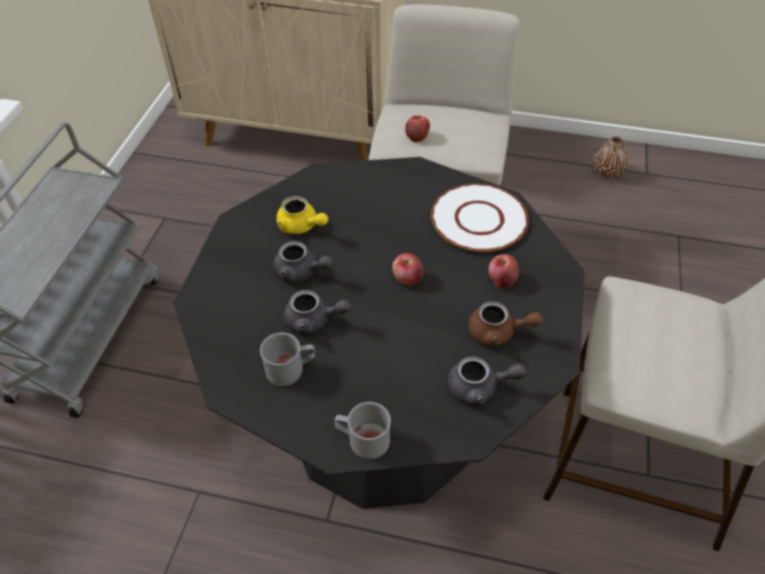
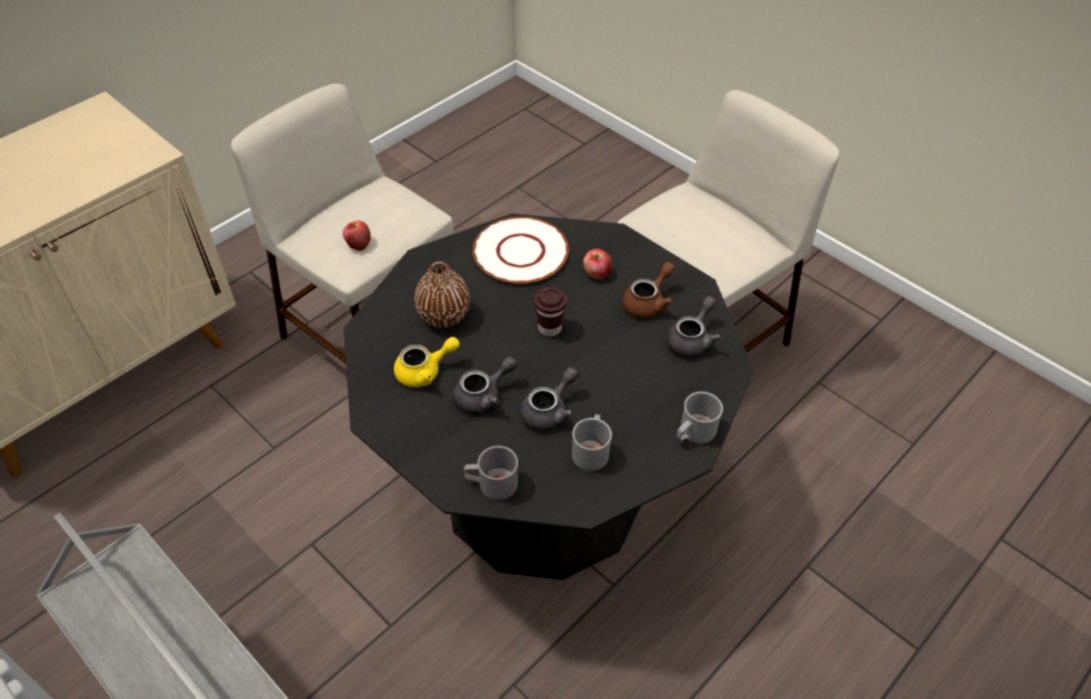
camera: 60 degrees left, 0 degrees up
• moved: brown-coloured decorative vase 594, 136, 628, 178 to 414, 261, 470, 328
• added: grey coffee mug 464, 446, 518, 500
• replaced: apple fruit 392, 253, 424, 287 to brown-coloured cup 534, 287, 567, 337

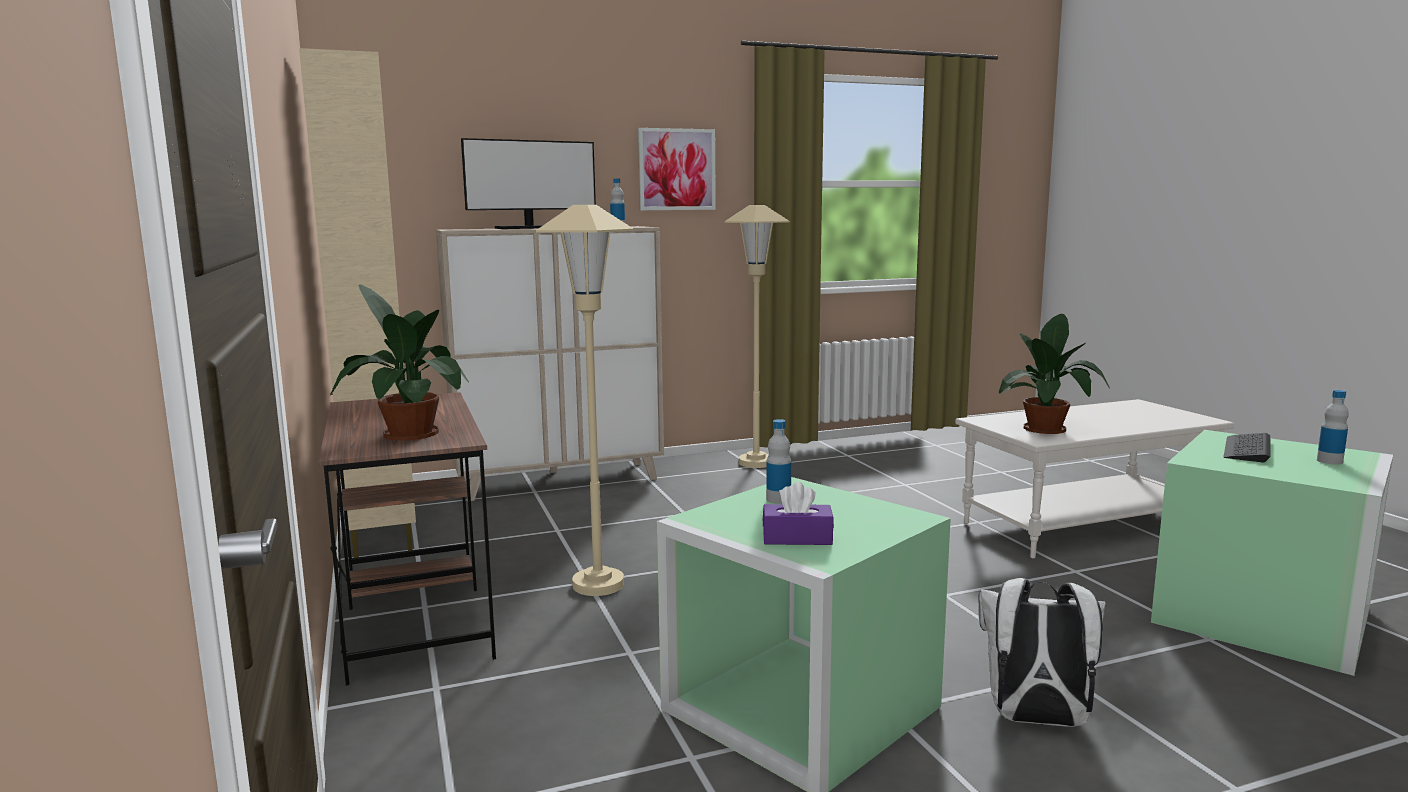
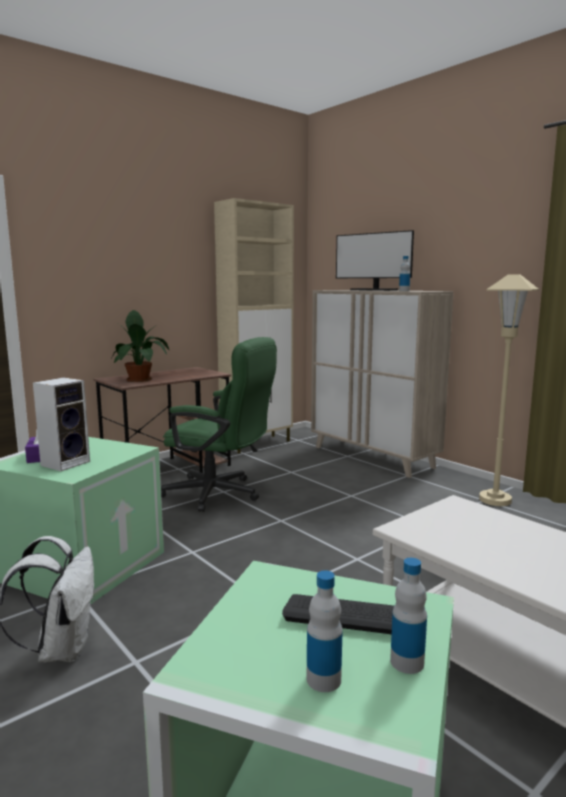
camera: 70 degrees right, 0 degrees up
• added: speaker 33, 377, 90, 471
• replaced: beige-coloured floor lamp 536, 205, 634, 596 to greenish office chair 161, 337, 277, 512
• moved: drink bottle 766, 419, 791, 504 to 390, 558, 427, 674
• removed: wall picture 638, 128, 716, 210
• removed: plant in a pot 999, 314, 1110, 434

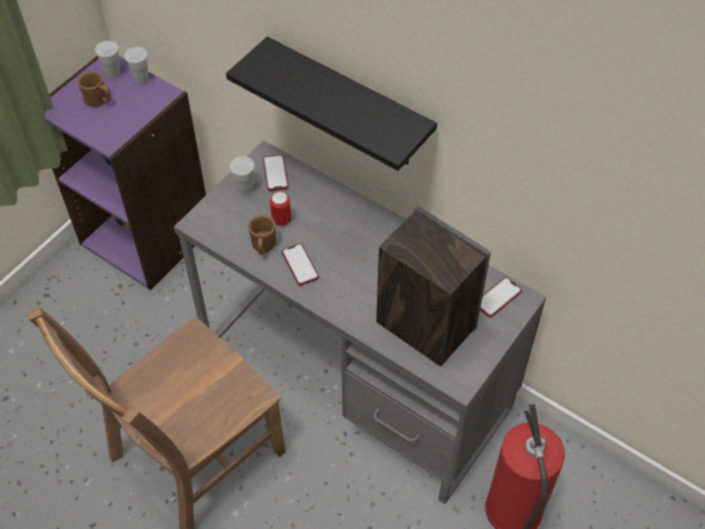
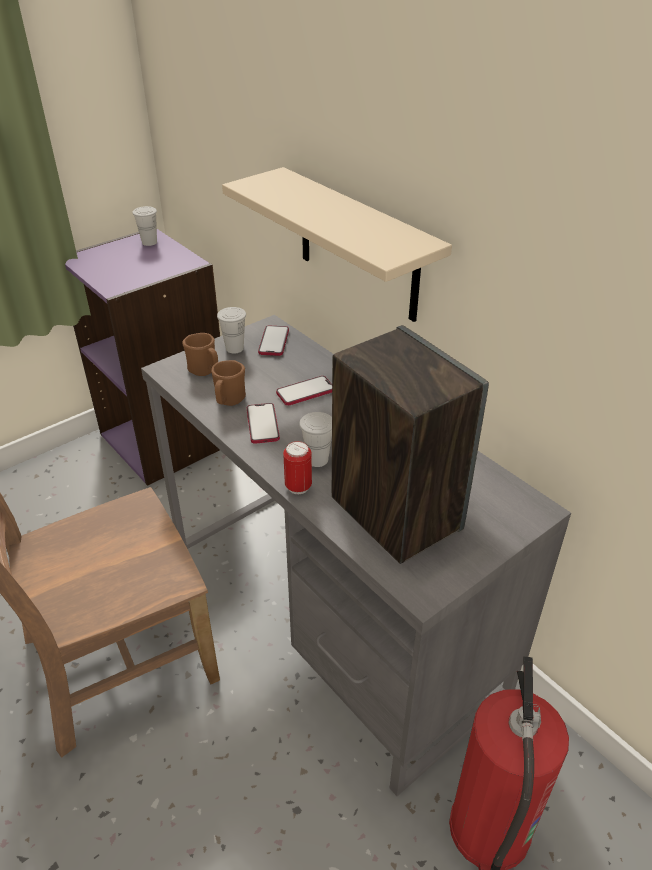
camera: 15 degrees right, 15 degrees down
• moved: brown-coloured coffee mug 77, 72, 111, 107 to 182, 333, 218, 376
• recoloured: black-coloured wall shelf 226, 37, 437, 171 to beige-coloured wall shelf 222, 167, 452, 322
• moved: handset 480, 277, 522, 317 to 276, 376, 332, 406
• moved: can 270, 192, 291, 227 to 283, 441, 312, 494
• moved: white-coloured cup 124, 47, 149, 84 to 299, 412, 332, 467

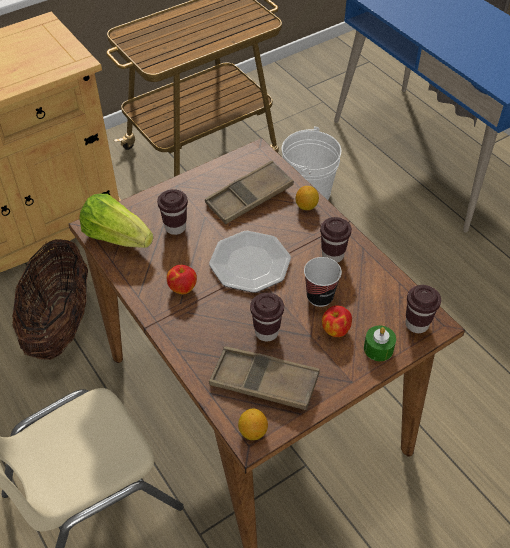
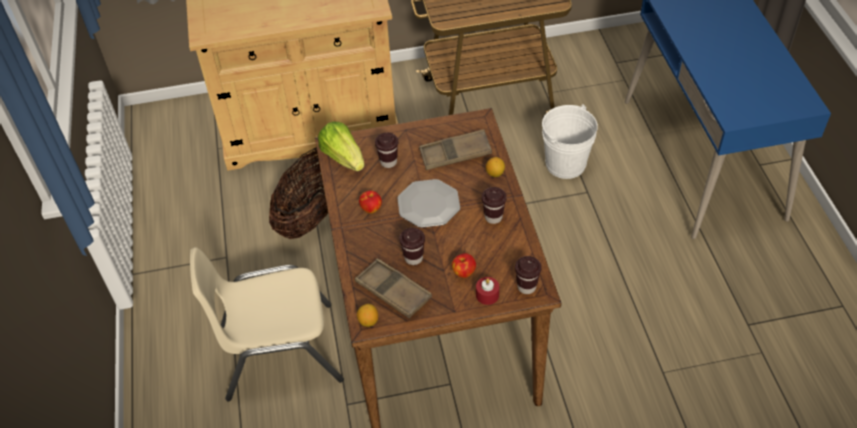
camera: 25 degrees right, 0 degrees up
• recoloured: greenish candle 364, 325, 396, 361 to red candle 476, 277, 499, 305
• removed: cup 304, 257, 342, 307

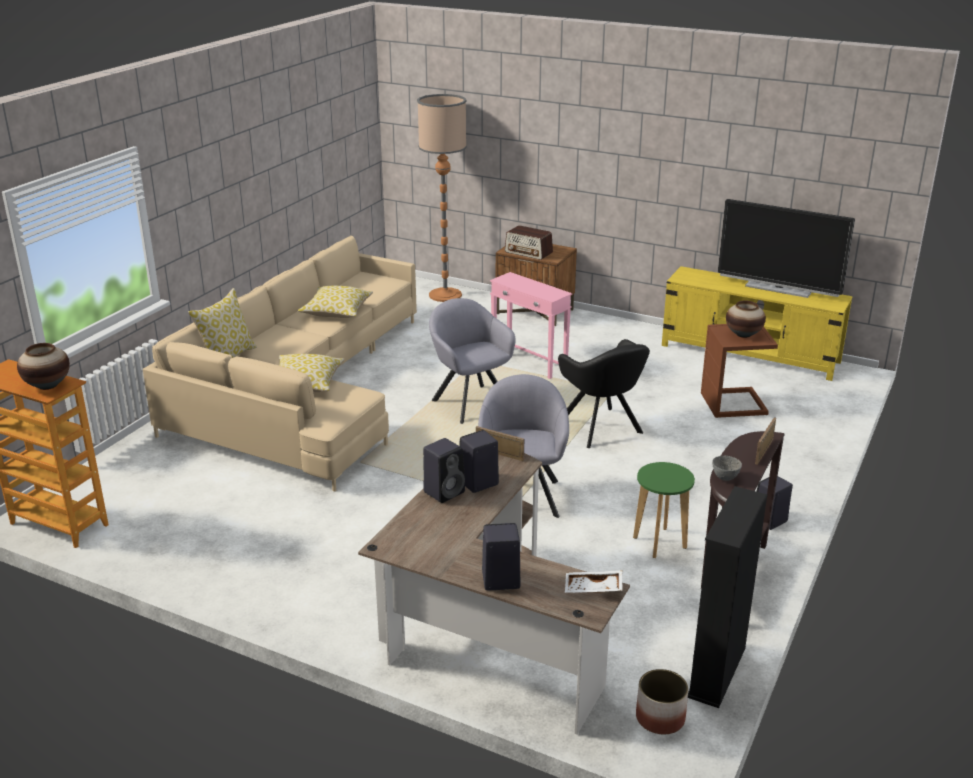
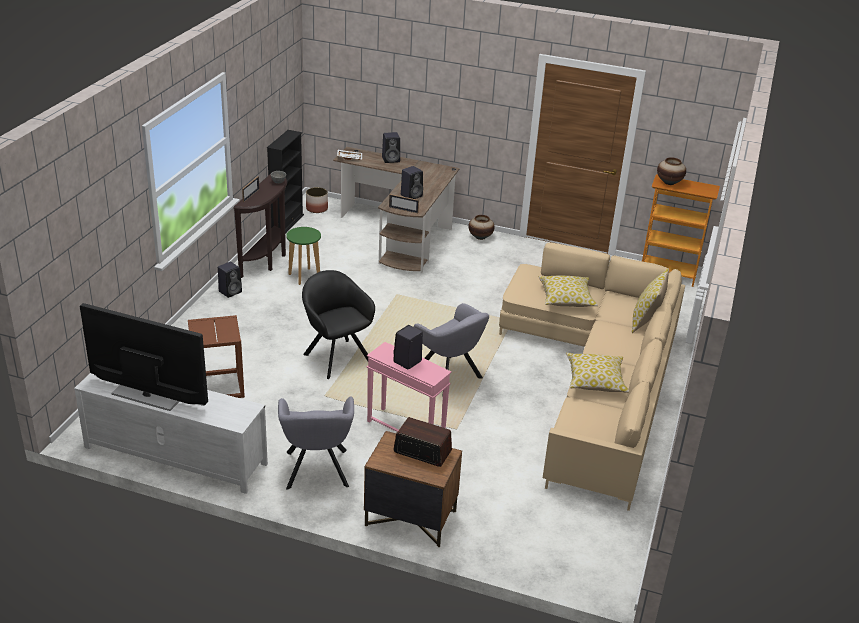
camera: 170 degrees right, 5 degrees up
• recoloured: yellowish tv stand 662, 266, 852, 381 to white-coloured tv stand 74, 373, 268, 494
• moved: grey lounge chair 478, 374, 569, 518 to 278, 396, 354, 490
• moved: black-coloured speaker 423, 438, 465, 503 to 393, 325, 423, 369
• moved: decorative vase 726, 301, 766, 338 to 469, 215, 495, 240
• removed: floor lamp 417, 94, 467, 302

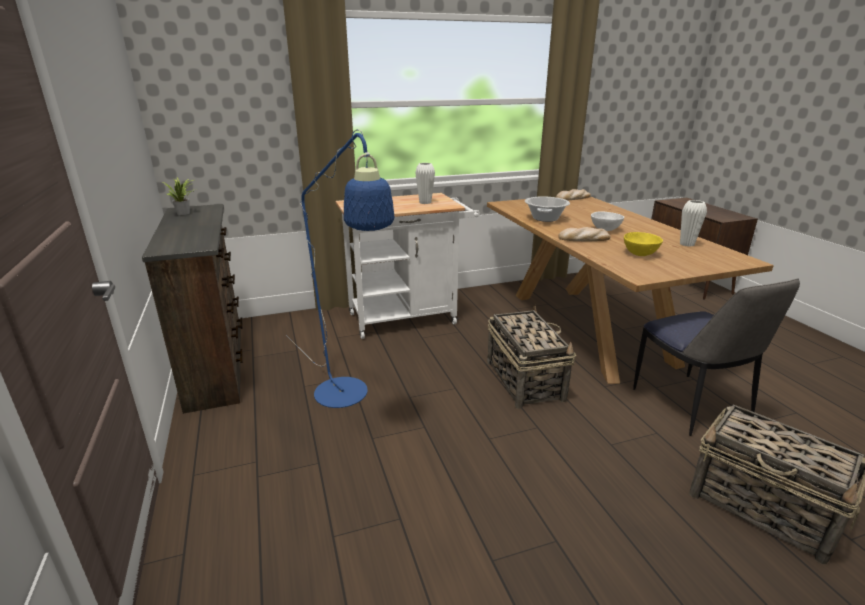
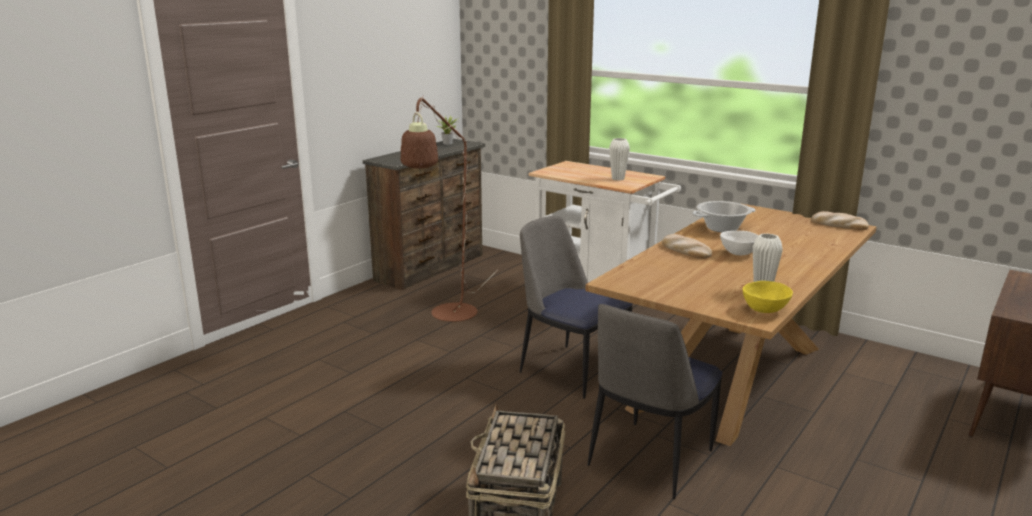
camera: 55 degrees right, 5 degrees down
• recoloured: blue-coloured floor lamp 286, 129, 395, 408 to brown-coloured floor lamp 401, 95, 499, 322
• replaced: household basket 487, 304, 576, 409 to plain chair 520, 216, 633, 399
• moved: yellowish serving bowl 624, 232, 663, 256 to 743, 281, 793, 313

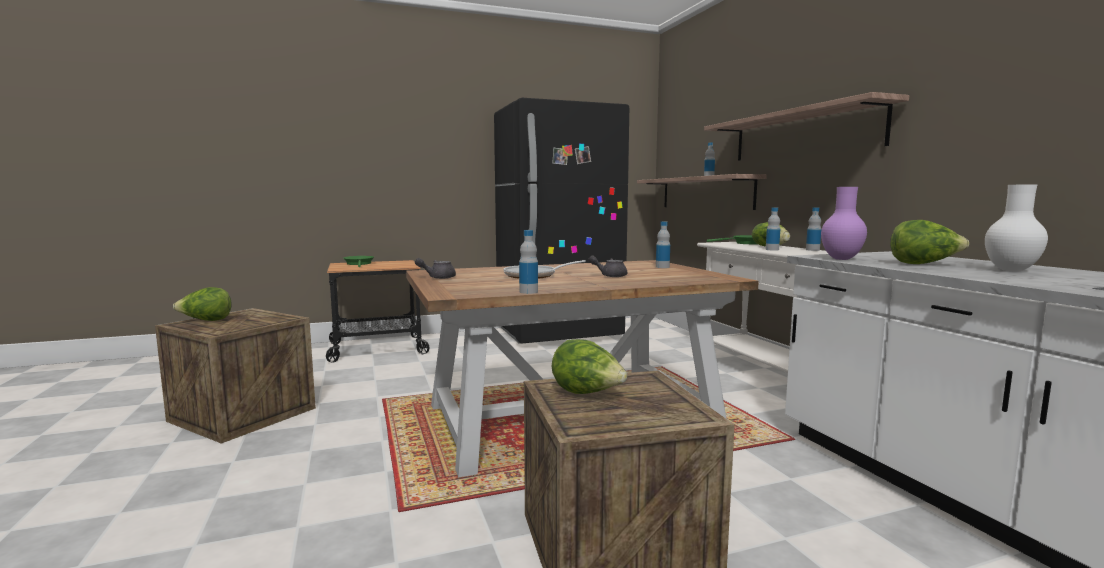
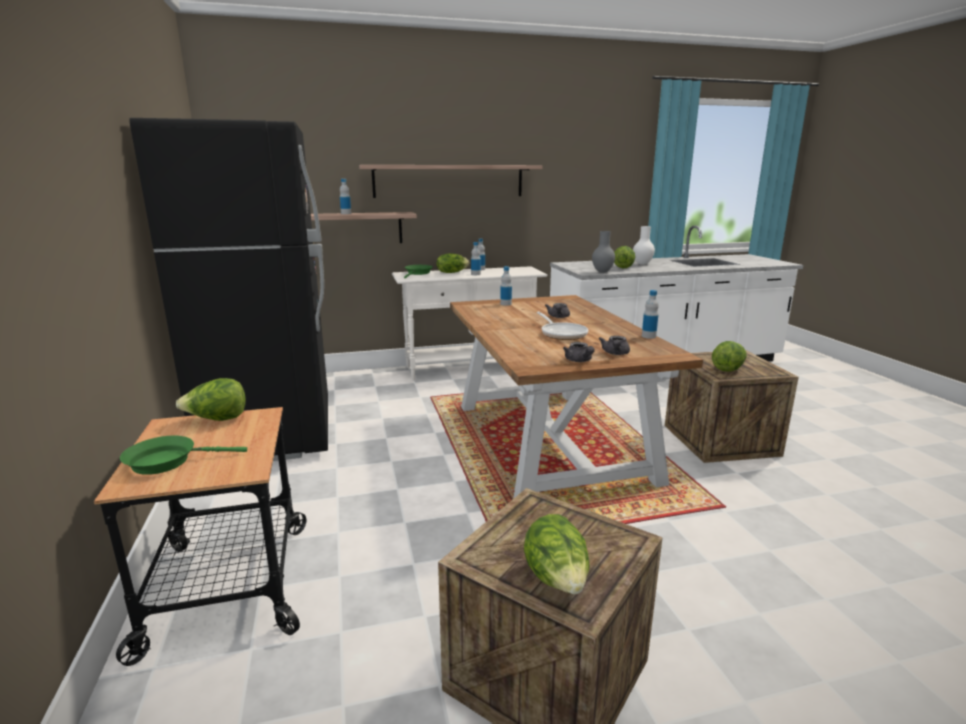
camera: 85 degrees left, 10 degrees up
• added: lettuce head 176, 378, 246, 421
• recoloured: purplish decorative vase 821, 187, 867, 260 to grey decorative vase 592, 231, 615, 273
• added: grey teapot 599, 336, 630, 355

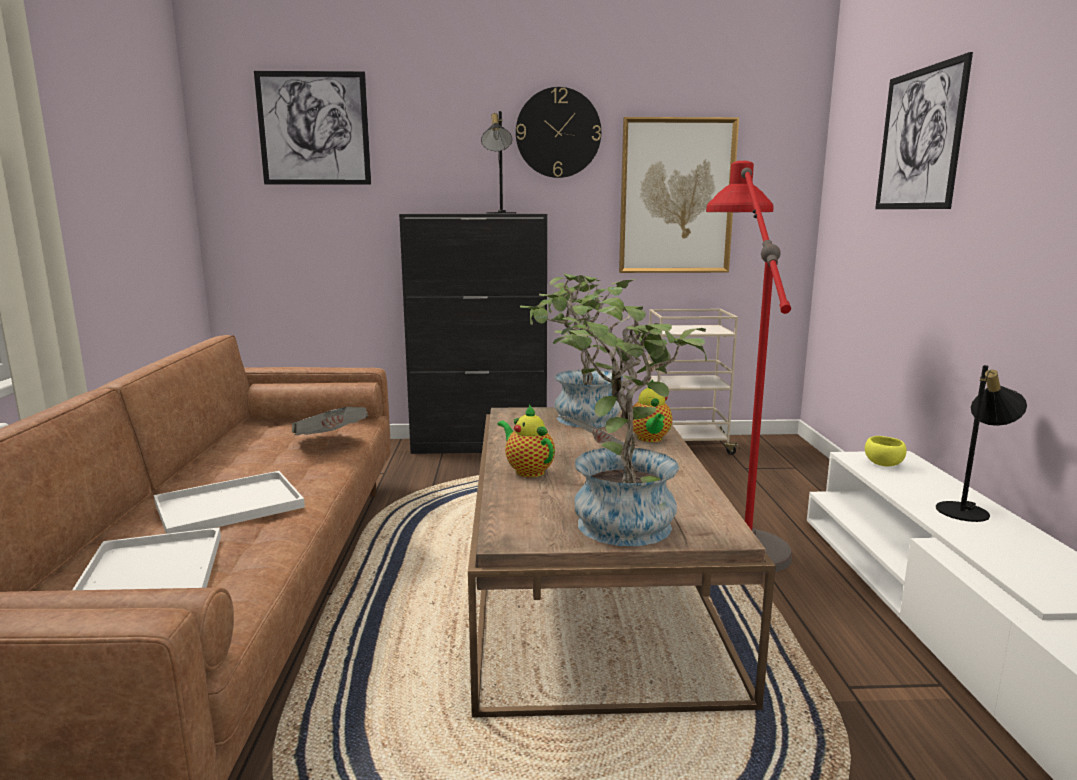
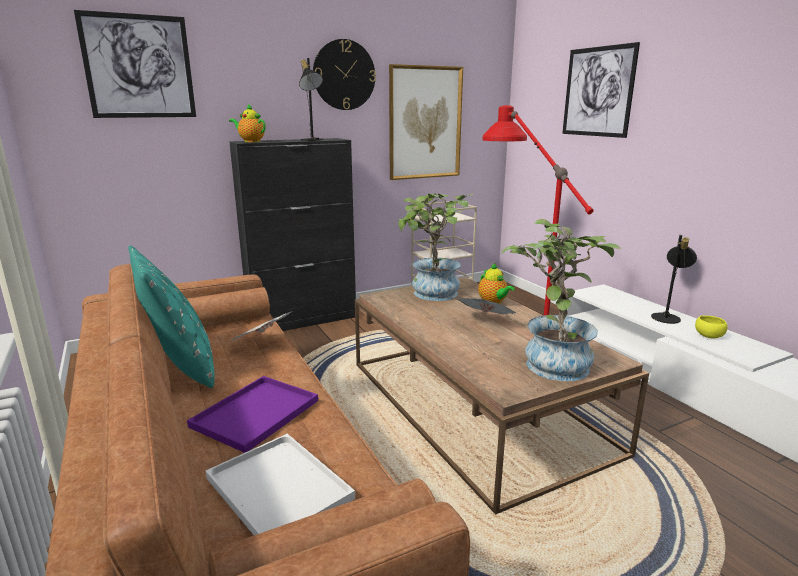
camera: 25 degrees left, 5 degrees up
• added: turquoise pillow 128, 245, 215, 388
• recoloured: white-coloured carrying tray 154, 471, 305, 534 to purplish carrying tray 187, 376, 318, 453
• moved: teapot 497, 404, 555, 477 to 229, 104, 266, 142
• moved: yellowish serving bowl 865, 436, 907, 466 to 695, 315, 727, 338

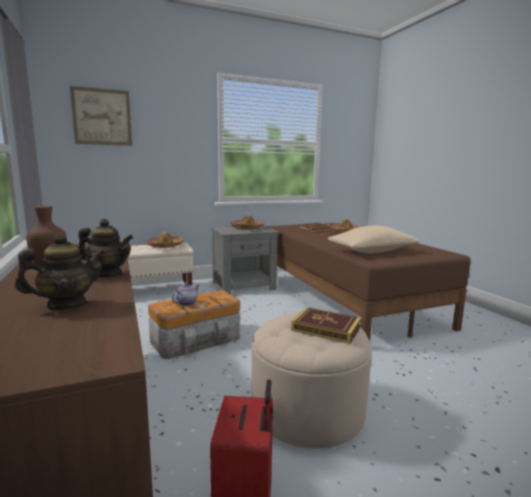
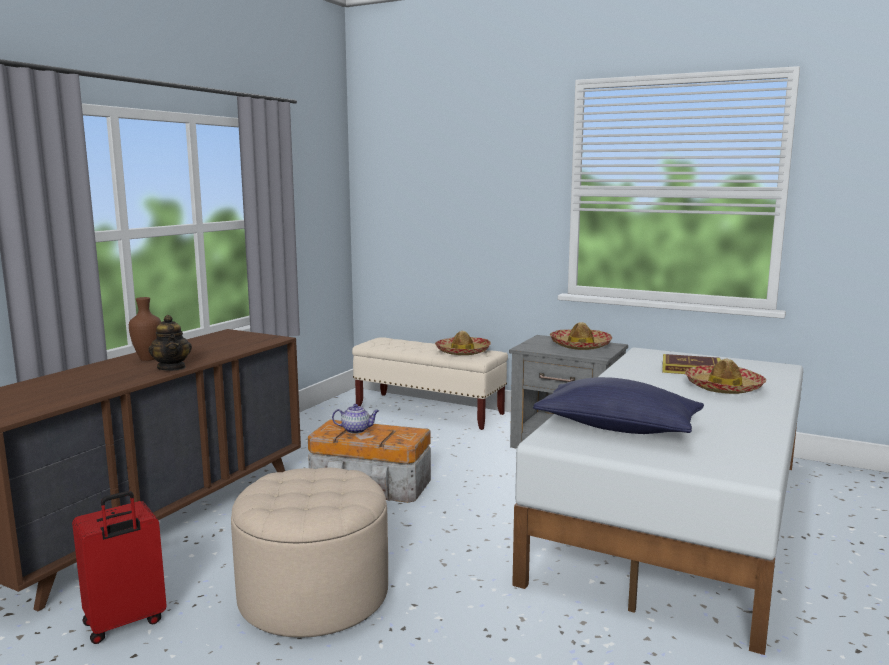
camera: 50 degrees right, 0 degrees up
• recoloured: brown-coloured bed 266, 223, 471, 341 to white-coloured bed 512, 347, 803, 655
• recoloured: beige-coloured pillow 328, 226, 419, 253 to blue-coloured pillow 533, 377, 704, 434
• removed: teapot 15, 233, 106, 310
• removed: wall picture 70, 86, 132, 146
• removed: book 291, 307, 361, 344

